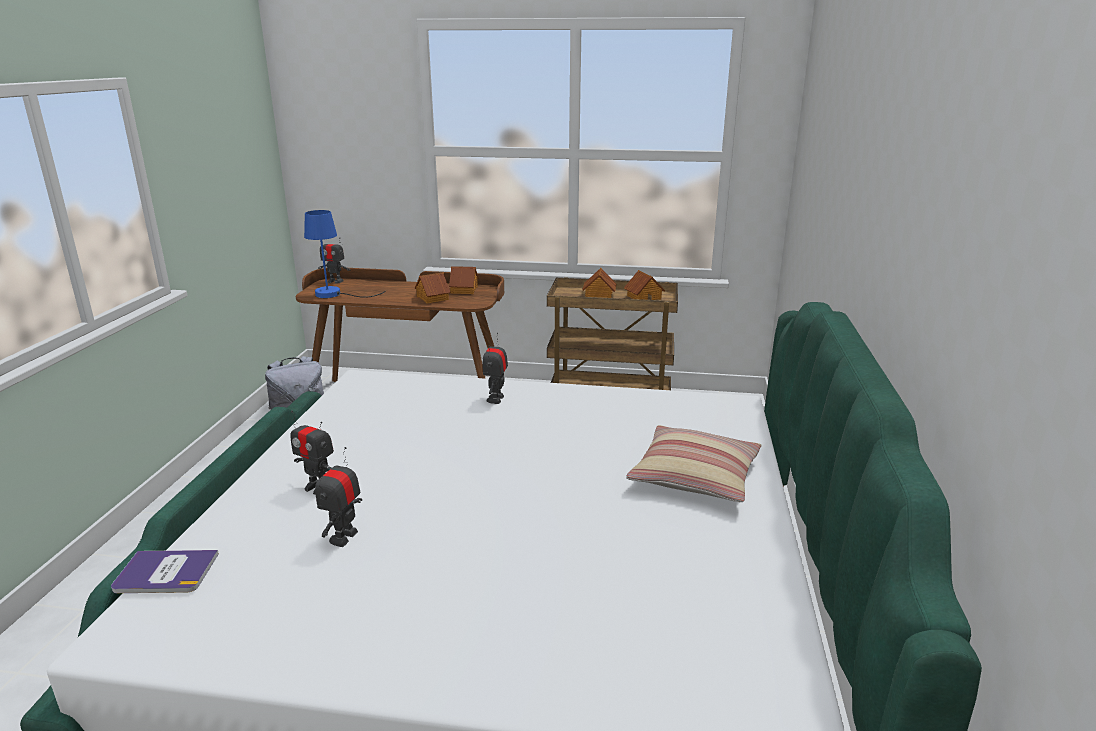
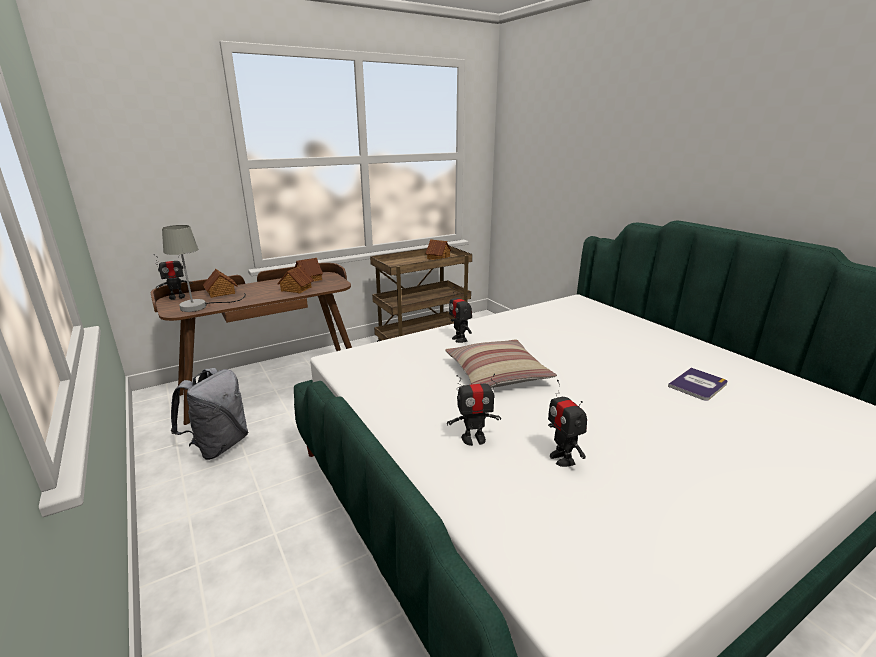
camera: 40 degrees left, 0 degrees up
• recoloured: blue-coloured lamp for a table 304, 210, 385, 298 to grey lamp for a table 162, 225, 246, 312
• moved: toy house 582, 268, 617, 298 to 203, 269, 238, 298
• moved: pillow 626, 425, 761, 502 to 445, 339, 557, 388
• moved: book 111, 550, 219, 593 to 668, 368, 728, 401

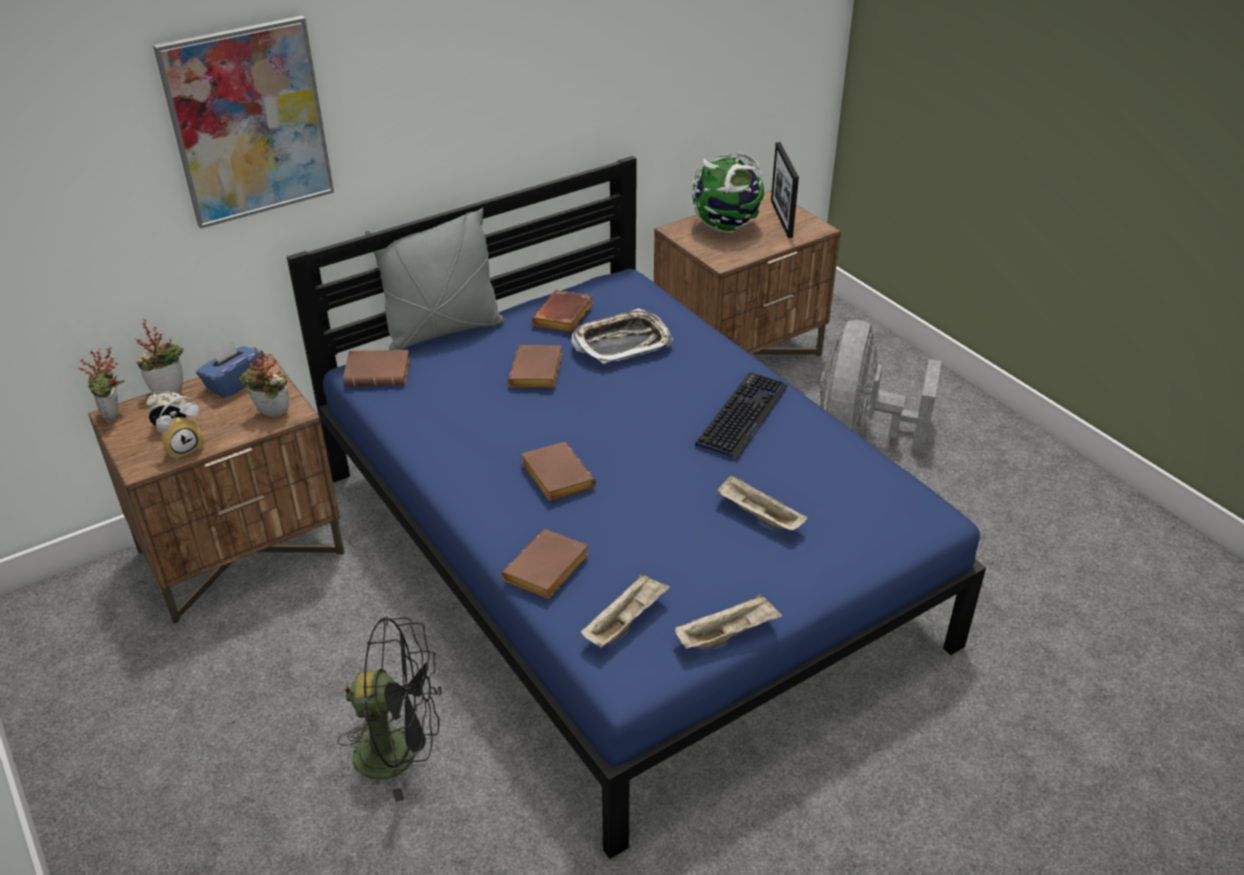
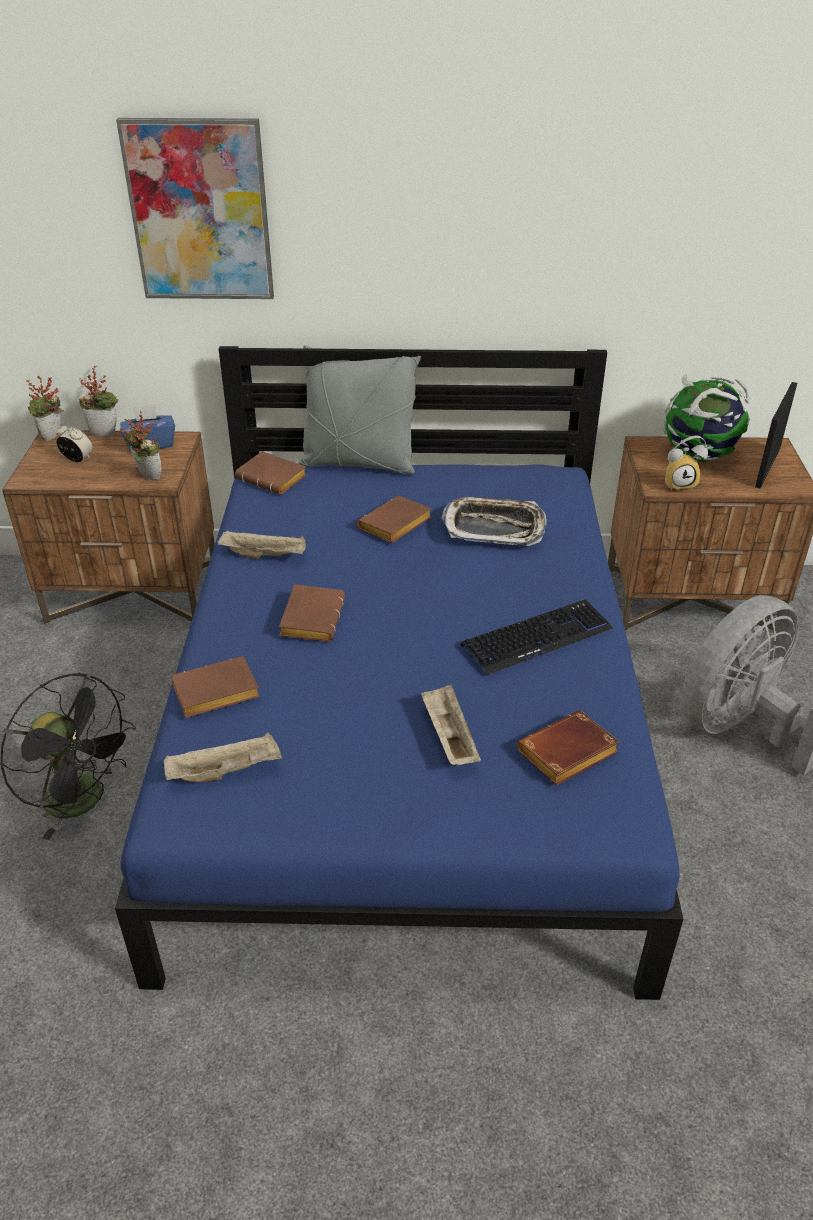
camera: 35 degrees right, 0 degrees up
• moved: beige-coloured carrying tray 675, 594, 783, 649 to 217, 531, 306, 559
• moved: brown-coloured book 531, 290, 593, 332 to 517, 710, 620, 785
• moved: table clock 156, 396, 204, 460 to 665, 435, 708, 491

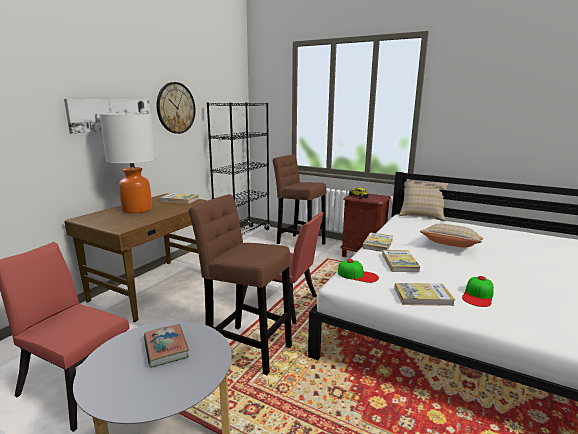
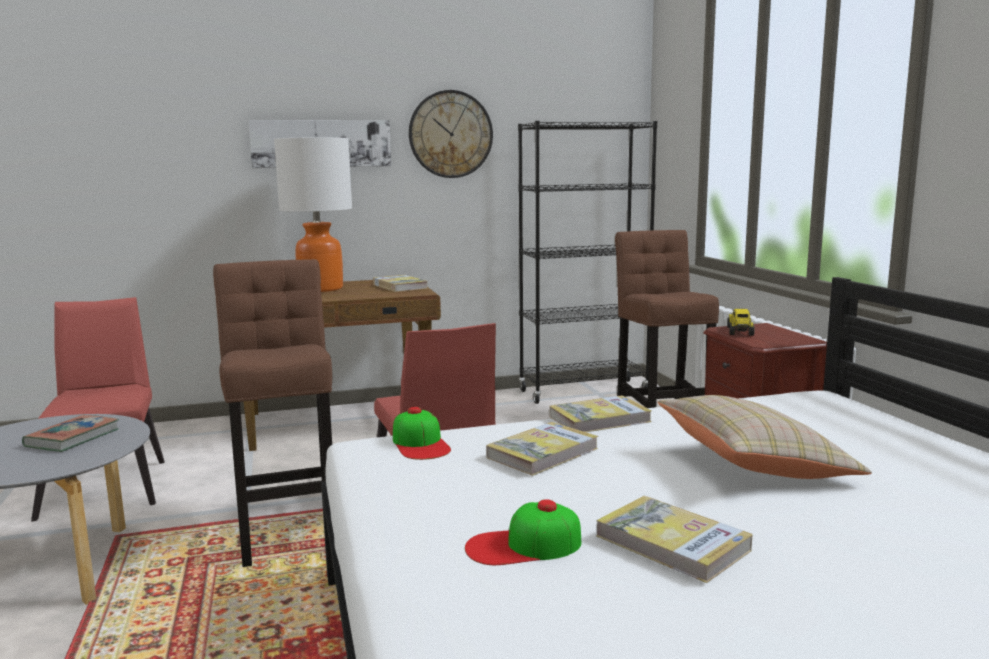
camera: 45 degrees right, 5 degrees down
• moved: book 394, 283, 455, 306 to 596, 496, 753, 583
• removed: beige-coloured pillow 399, 179, 448, 221

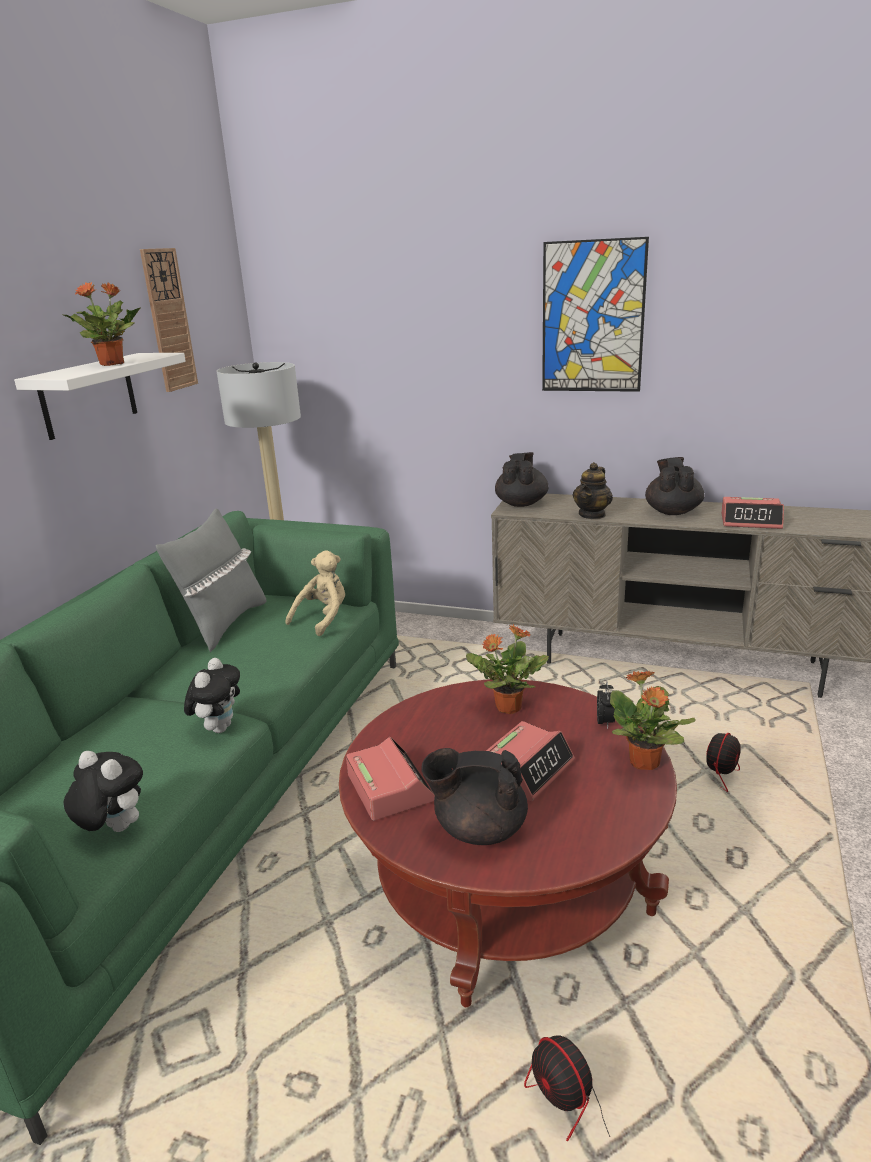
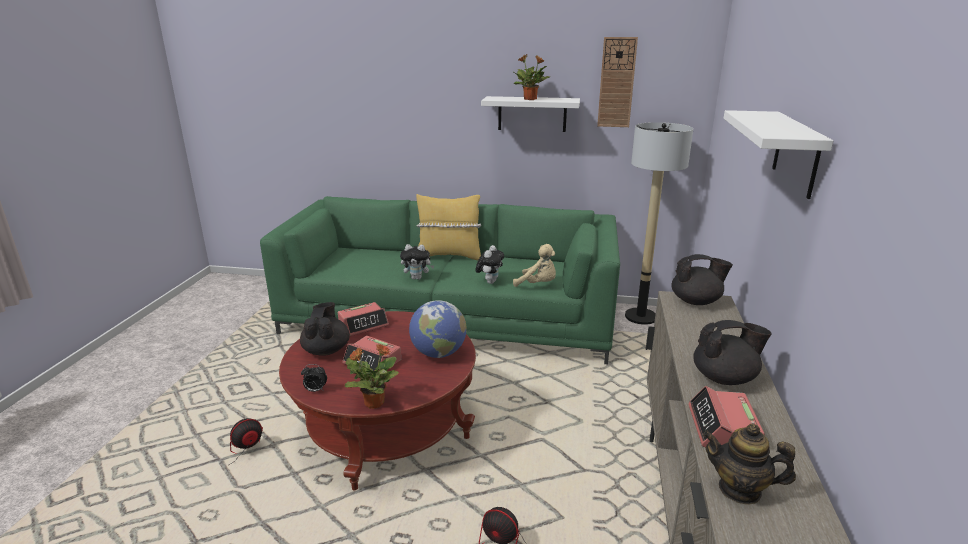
camera: 80 degrees right, 0 degrees up
• moved: table clock 597, 682, 615, 729 to 301, 364, 327, 392
• replaced: plant in a pot 466, 624, 549, 714 to globe 409, 300, 467, 358
• added: yellowish pillow 416, 194, 481, 260
• moved: soft toy 63, 751, 143, 832 to 476, 245, 504, 284
• moved: teapot 573, 462, 613, 519 to 703, 424, 796, 505
• replaced: wall picture 542, 237, 649, 392 to white-coloured wall shelf 723, 110, 834, 199
• removed: grey pillow 156, 508, 266, 652

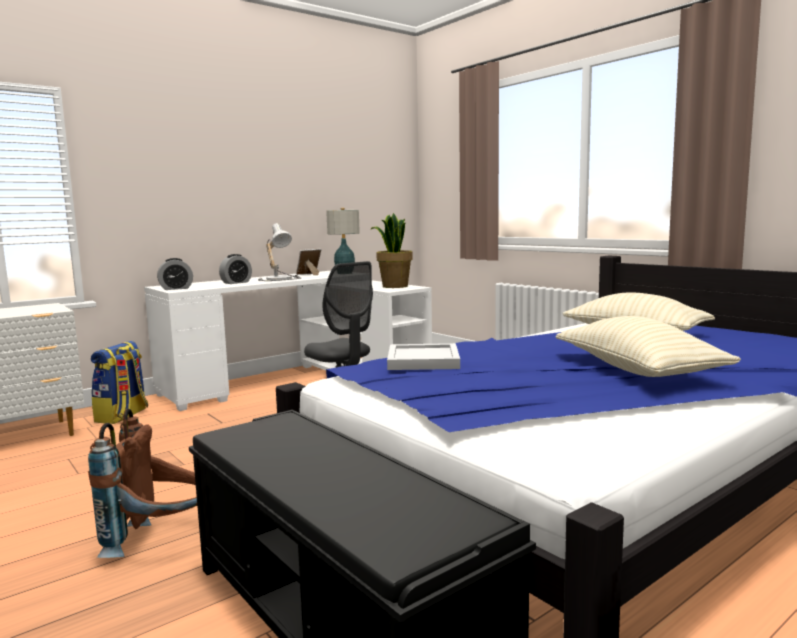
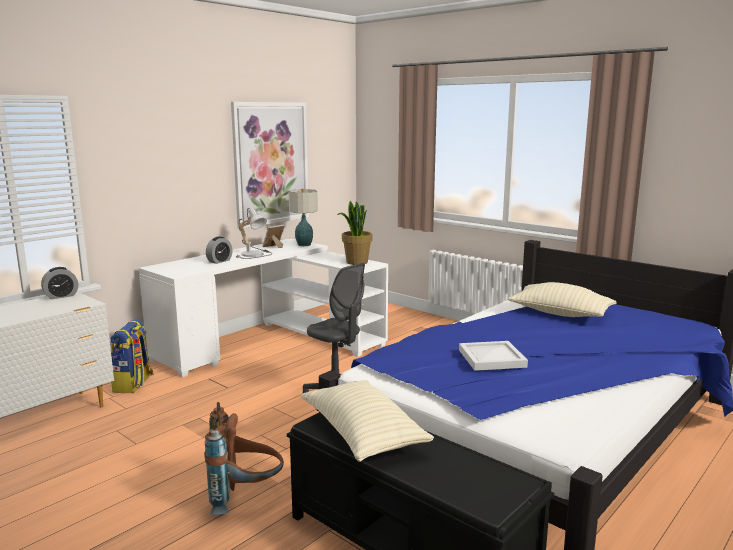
camera: 10 degrees left, 5 degrees up
• moved: table clock 157, 258, 193, 290 to 41, 267, 78, 299
• added: wall picture 231, 102, 309, 229
• moved: beige-coloured pillow 555, 316, 741, 377 to 301, 380, 434, 462
• moved: white-coloured carrying tray 387, 343, 460, 370 to 459, 341, 528, 371

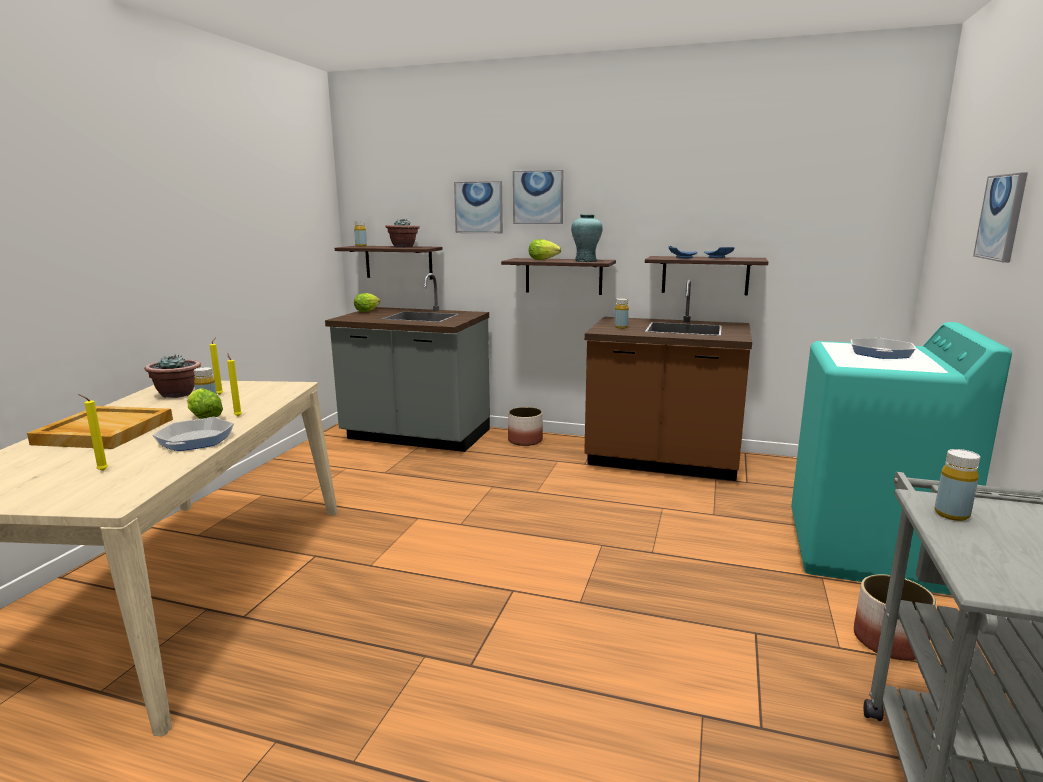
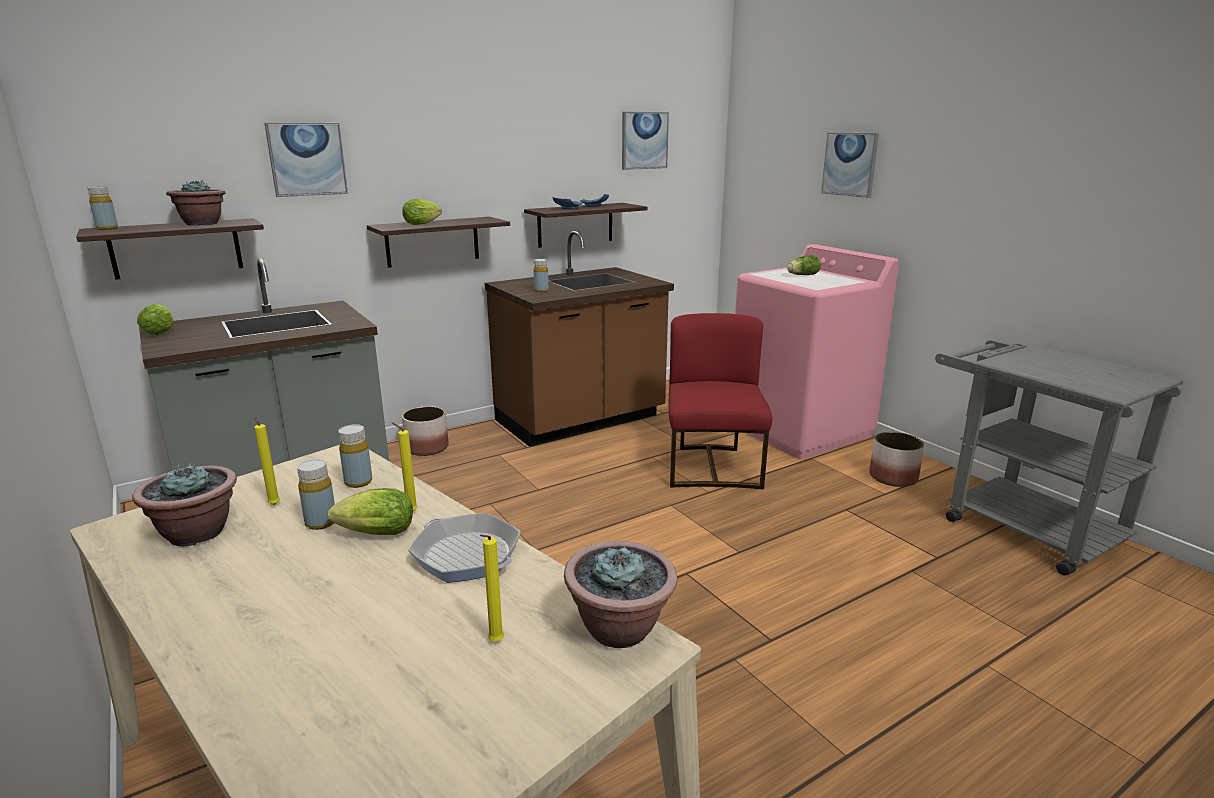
camera: 50 degrees left, 5 degrees up
• moved: yellowish drink bottle 934, 449, 980, 521 to 338, 424, 372, 488
• added: plant in a pot 564, 541, 677, 648
• moved: wall picture 513, 170, 563, 224 to 622, 112, 669, 170
• added: red plain chair 668, 313, 772, 489
• recoloured: turquoise laundry appliance 791, 322, 1012, 595 to pink laundry appliance 735, 244, 899, 460
• replaced: skillet 851, 338, 916, 359 to lettuce head 787, 255, 821, 275
• removed: beige-coloured carrying tray 27, 406, 173, 449
• removed: turquoise decorative vase 571, 214, 603, 262

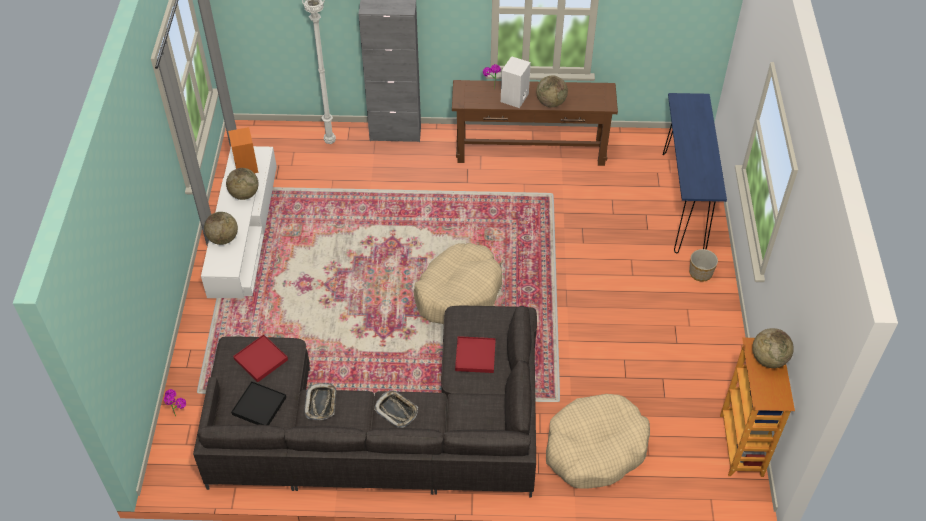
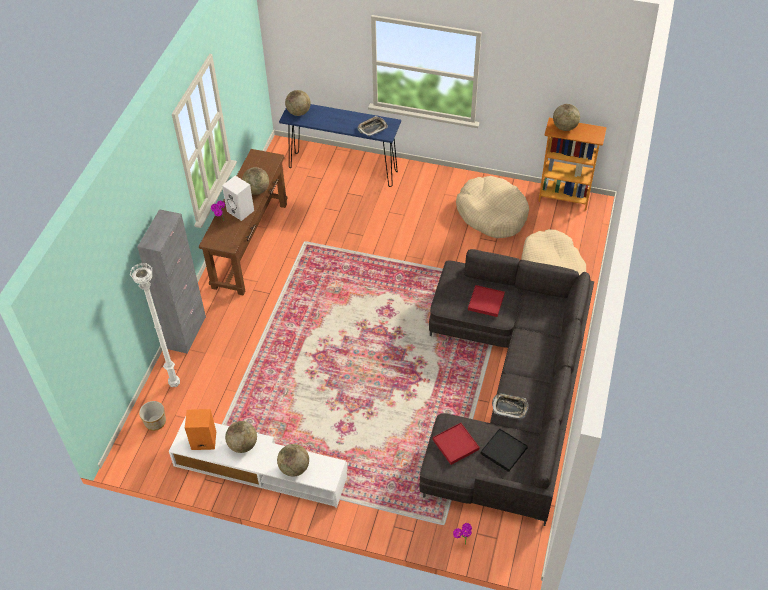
camera: 75 degrees left, 0 degrees up
• moved: flower pot 689, 249, 718, 282 to 139, 401, 166, 431
• added: globe 285, 90, 311, 116
• moved: carrying tray 374, 391, 418, 428 to 358, 116, 388, 136
• moved: beige-coloured dog bed 414, 243, 502, 324 to 456, 176, 529, 238

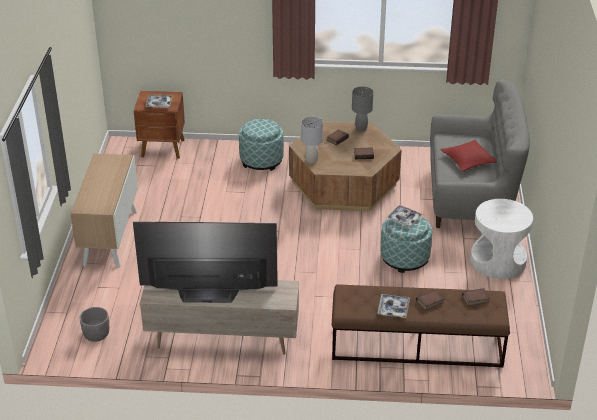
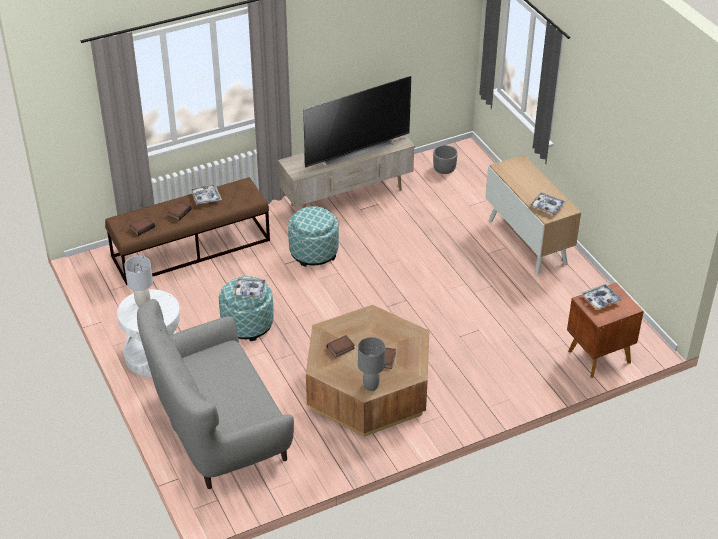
camera: 150 degrees right, 5 degrees up
• moved: grey lamp for a table 301, 117, 323, 163 to 124, 256, 153, 307
• moved: footrest 239, 119, 284, 171 to 288, 206, 339, 267
• added: carrying tray 529, 192, 566, 215
• removed: red pillow 441, 140, 497, 172

